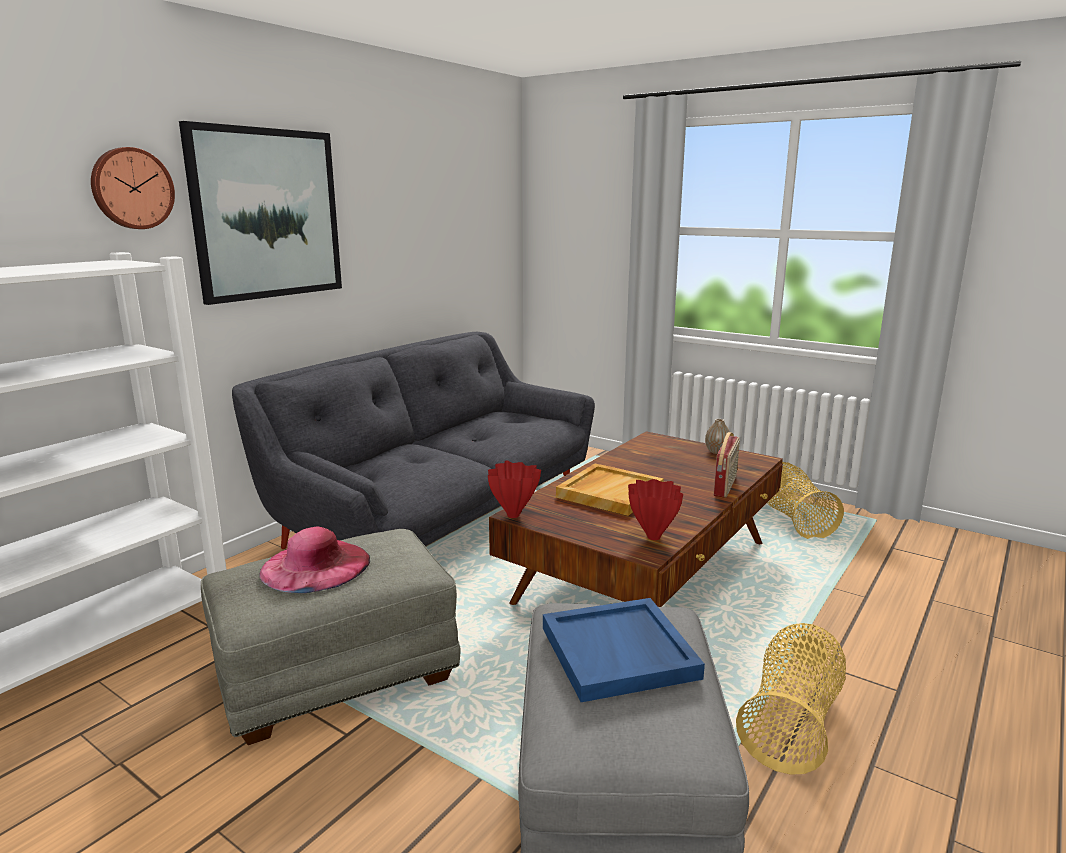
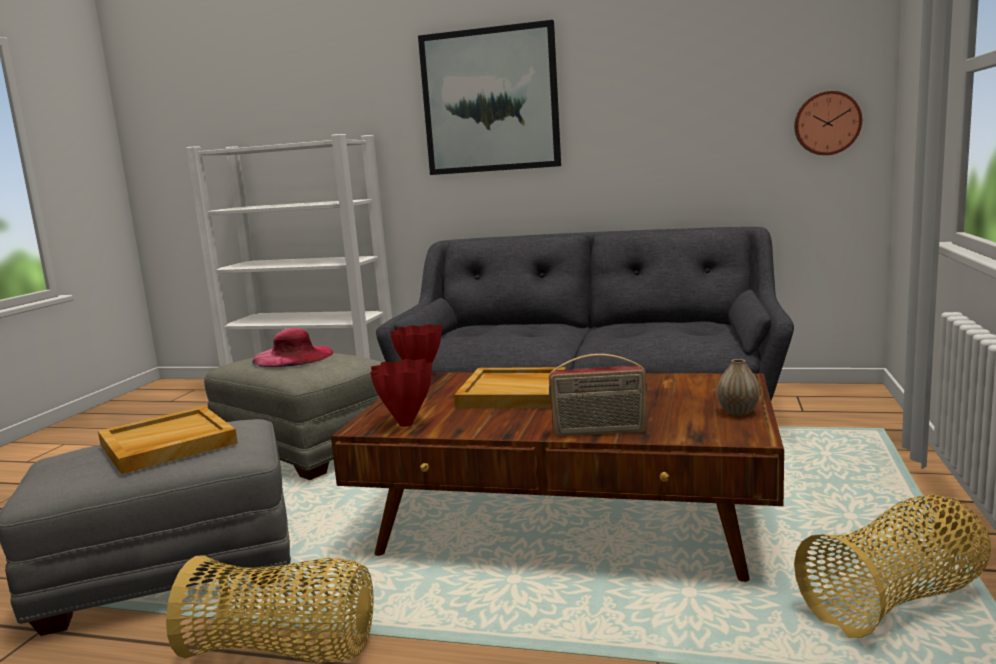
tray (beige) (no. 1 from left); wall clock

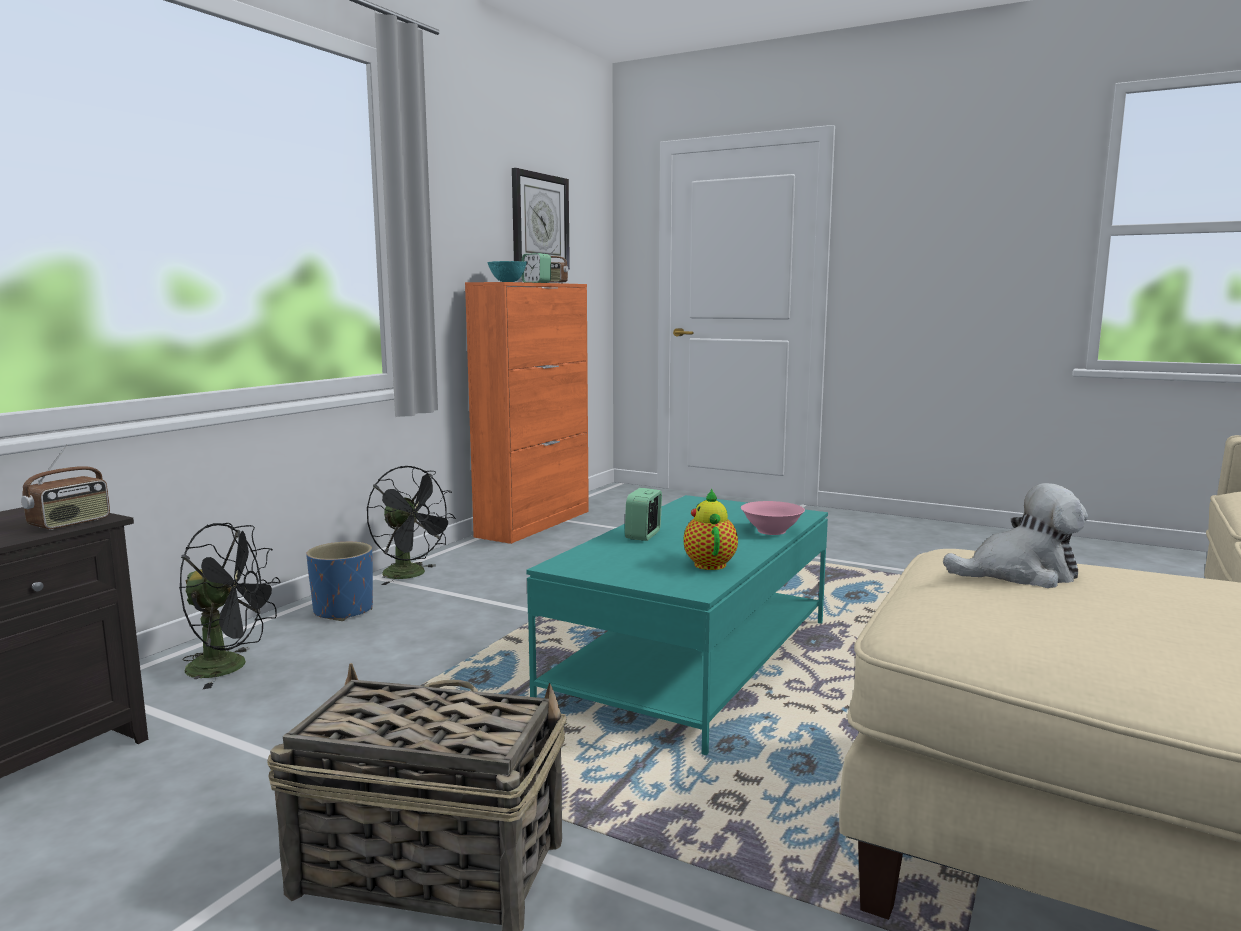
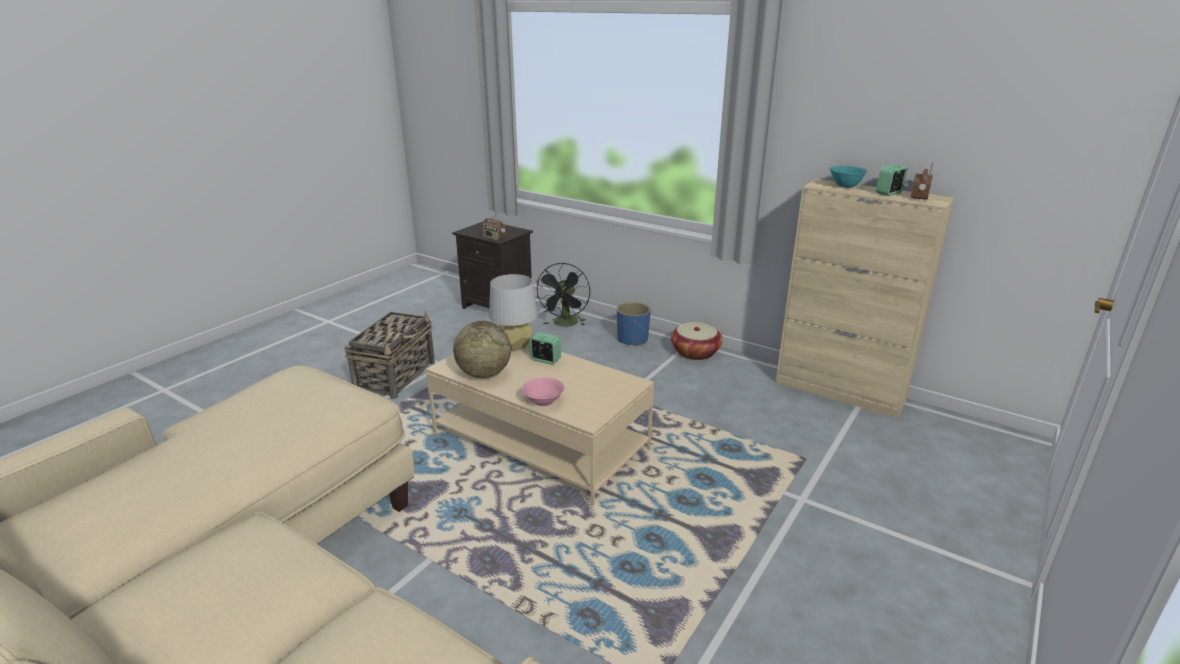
coffee table (beige); globe; table lamp (grey); basket (no. 2 from left); cabinet (beige); wall clock; plush toy

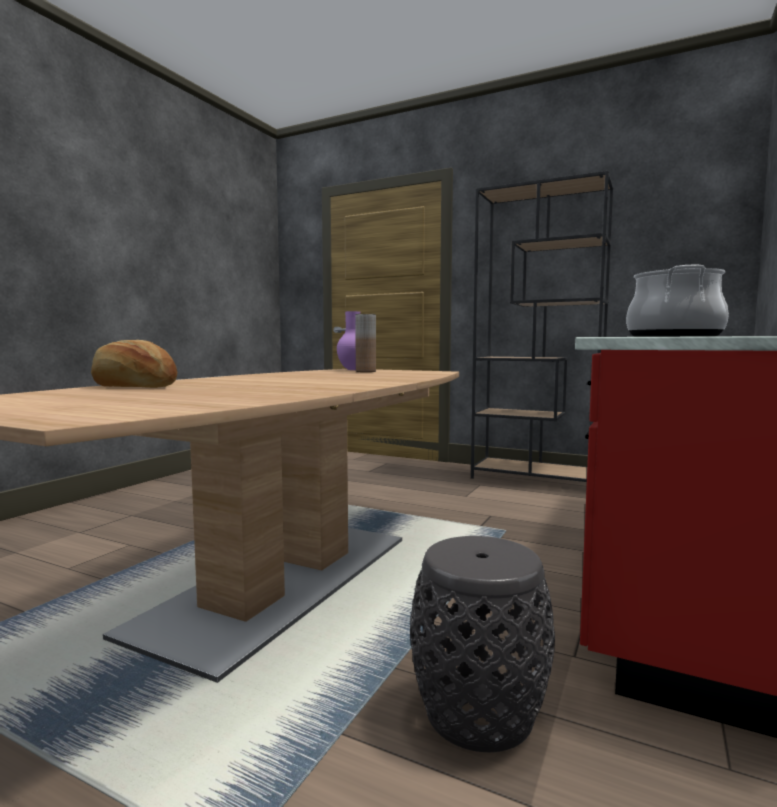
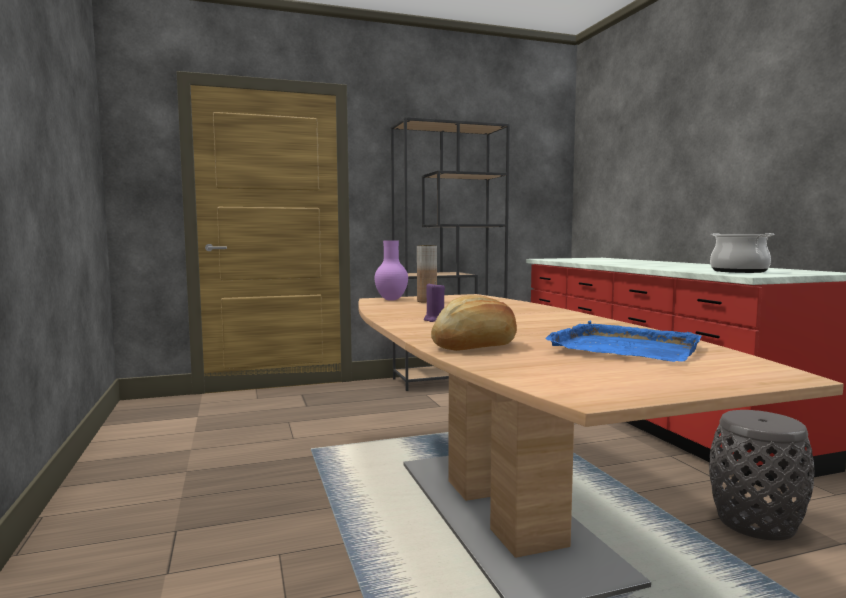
candle (purple); tray (blue)

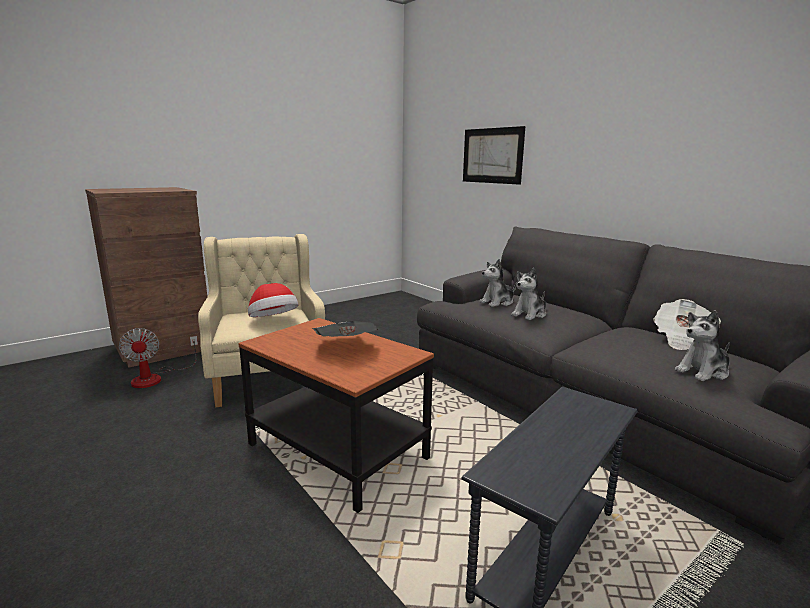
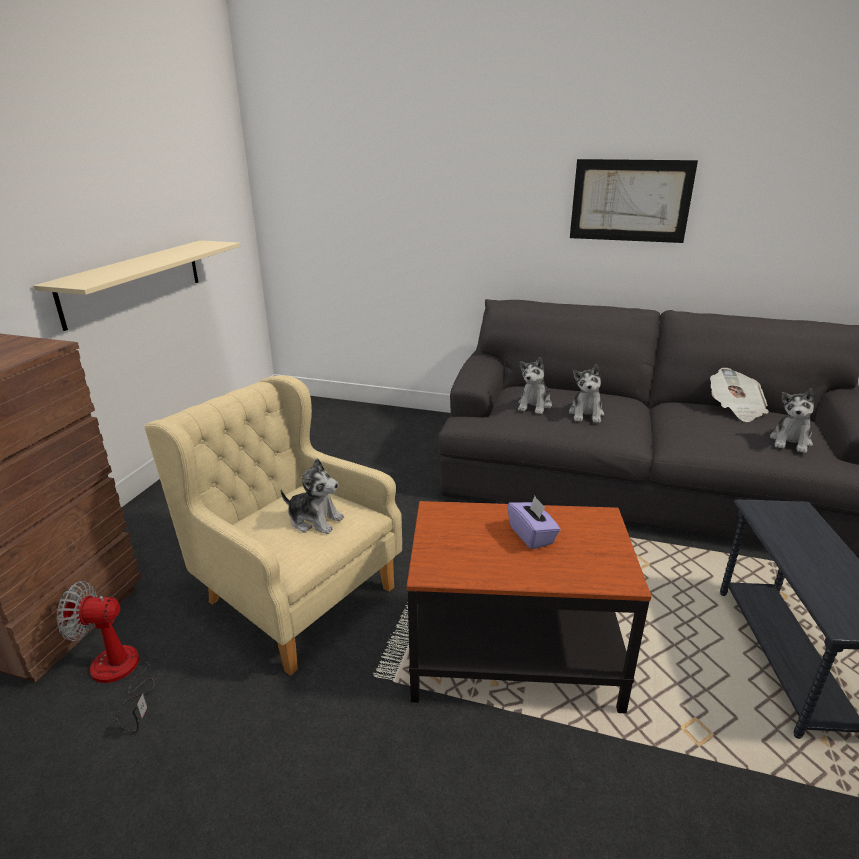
shelf (beige); fan; plush toy (no. 1 from left); tissue box (purple); picture

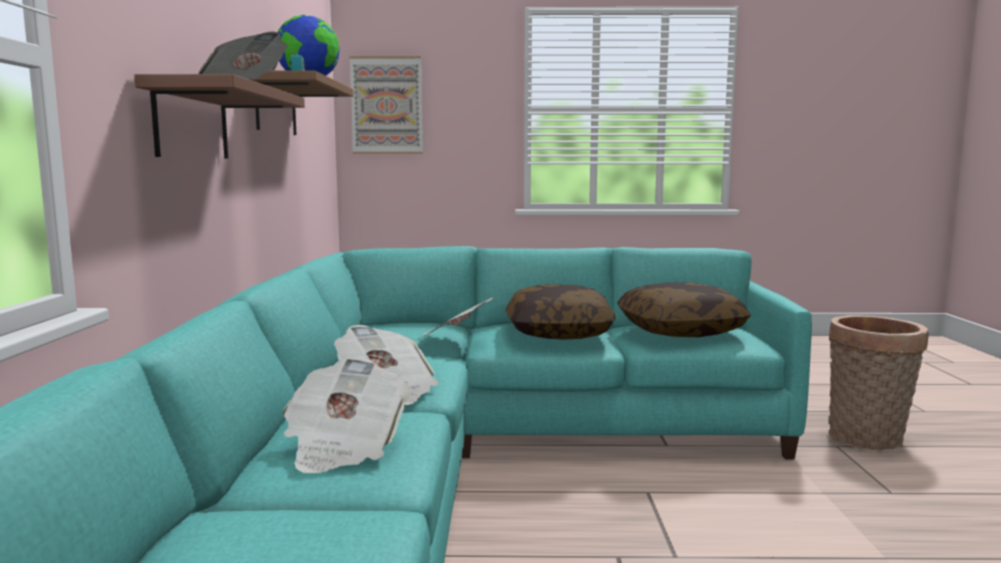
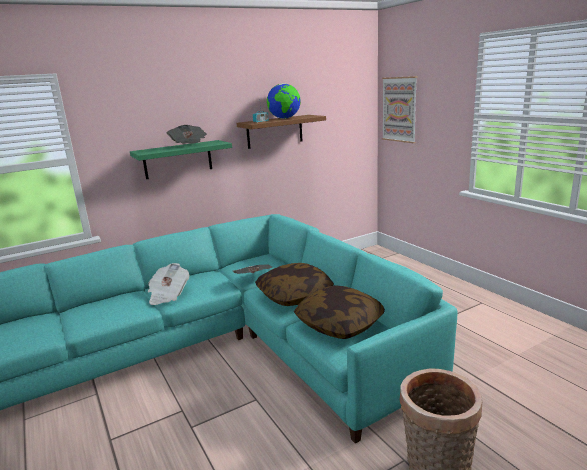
shelf (green); newspaper (no. 2 from left in the first image)

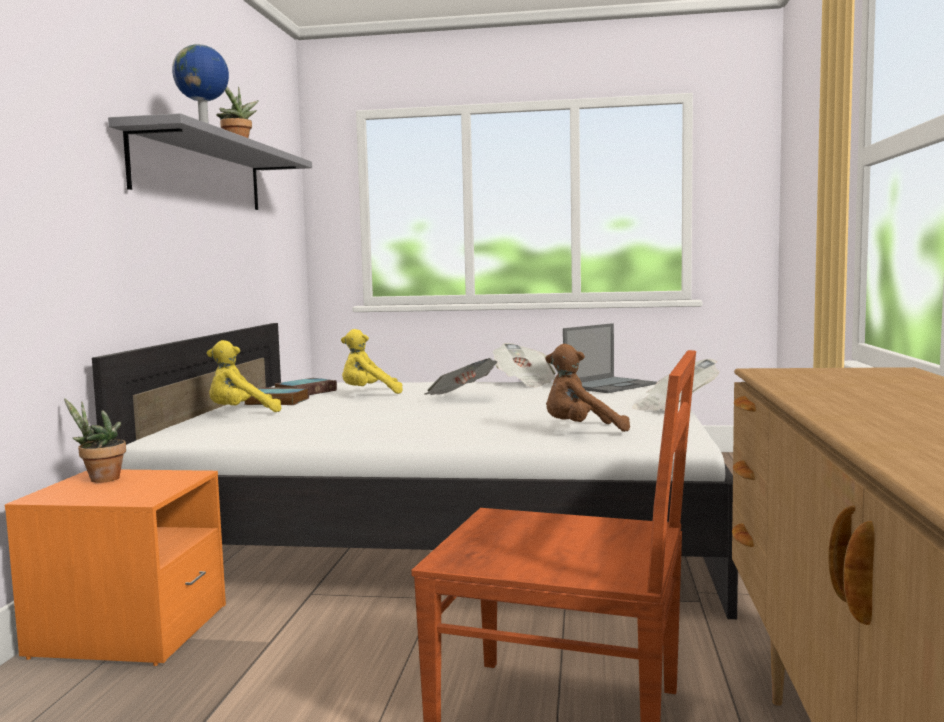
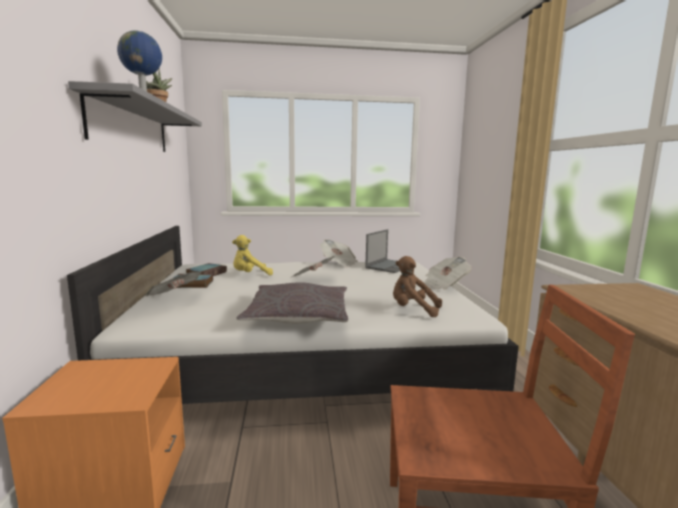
newspaper (no. 1 from left); pillow (grey); plush toy (brown); potted plant (no. 1 from left in the first image)

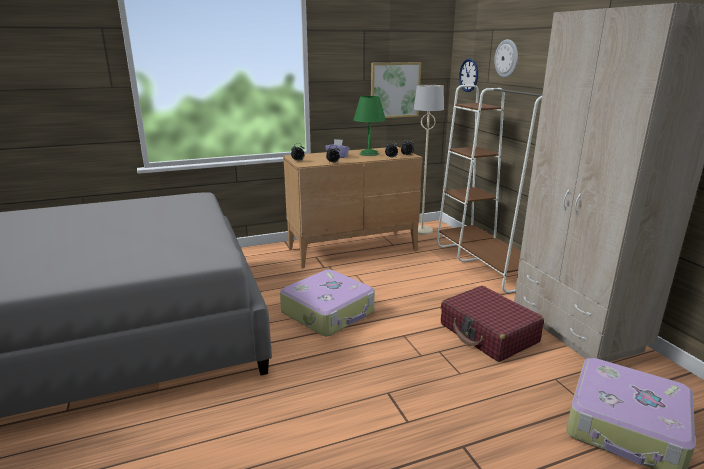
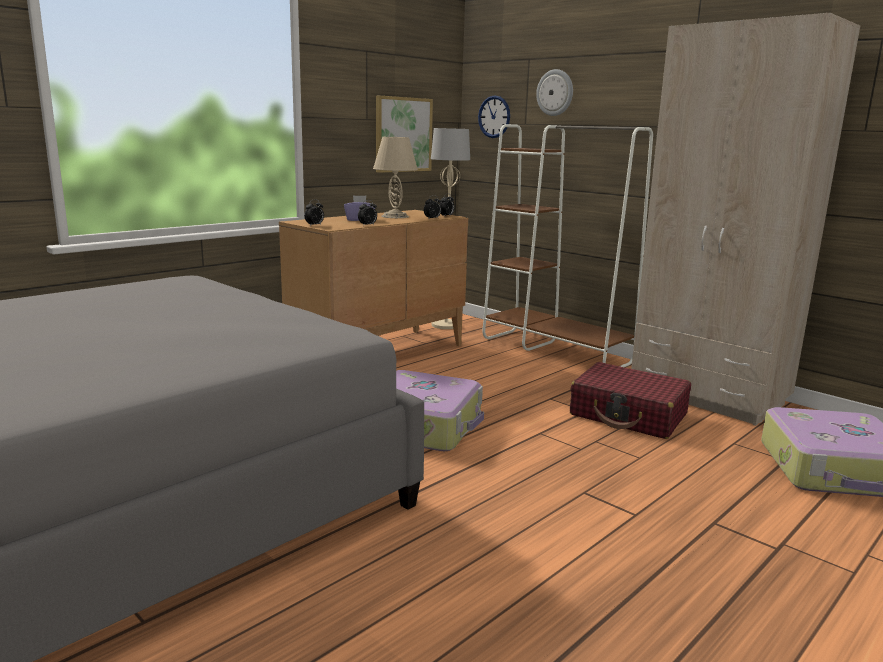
table lamp (beige)

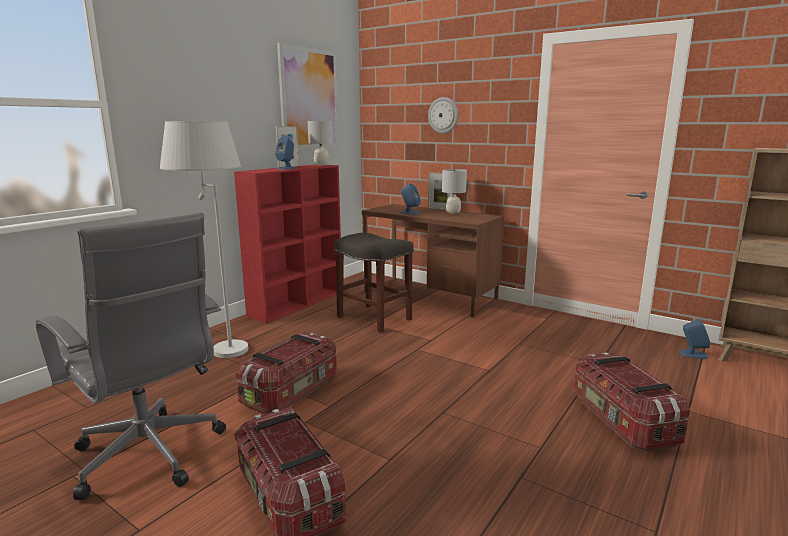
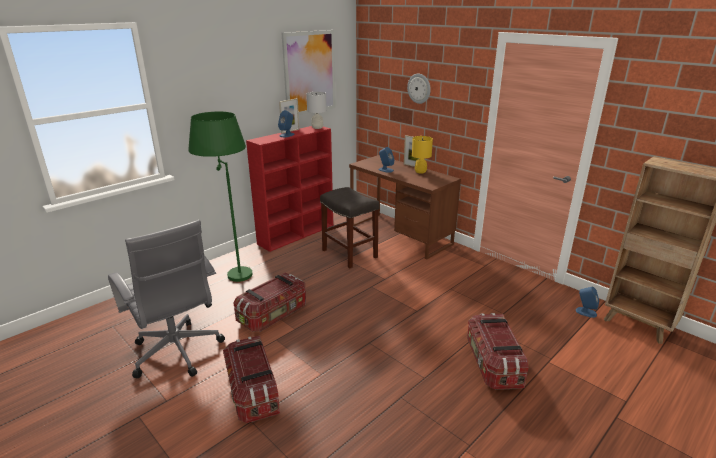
floor lamp (green); table lamp (yellow)

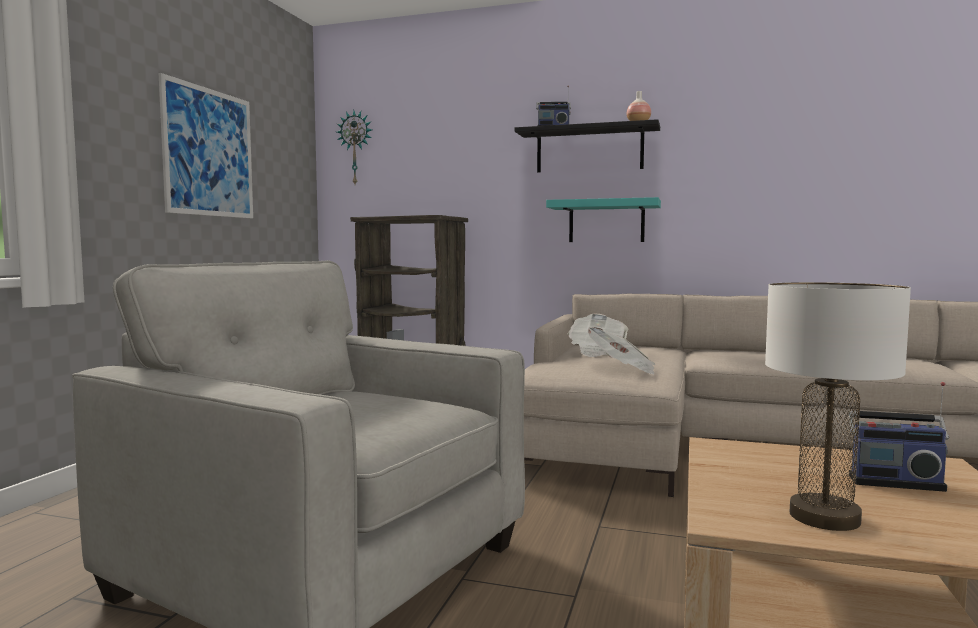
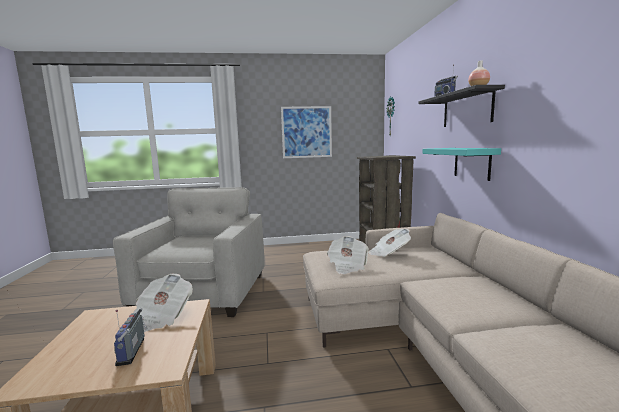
newspaper (no. 1 from left); table lamp

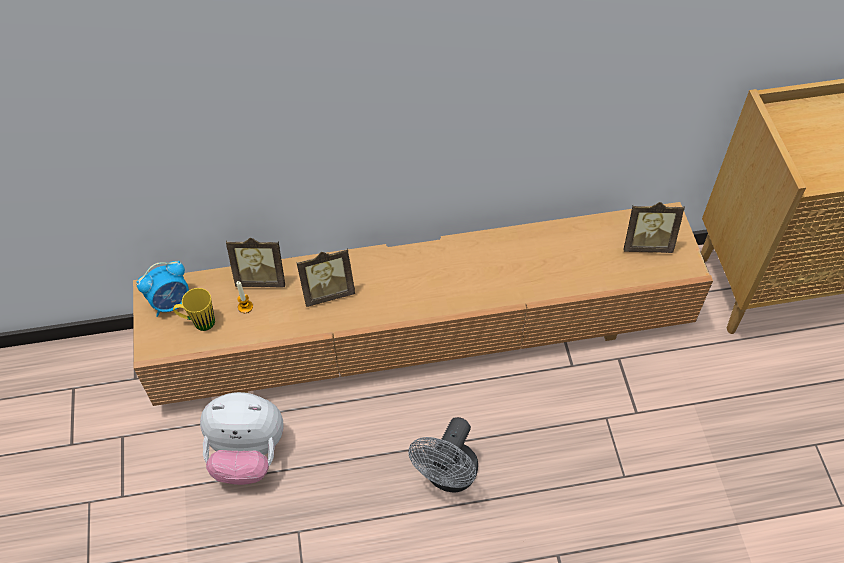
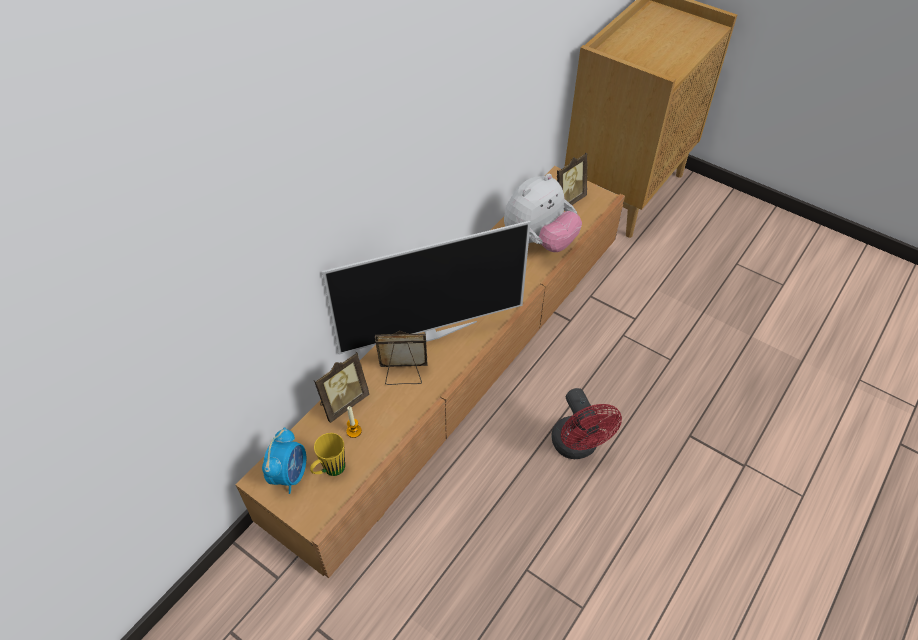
television; picture frame (no. 2 from left); plush toy; fan (red)

